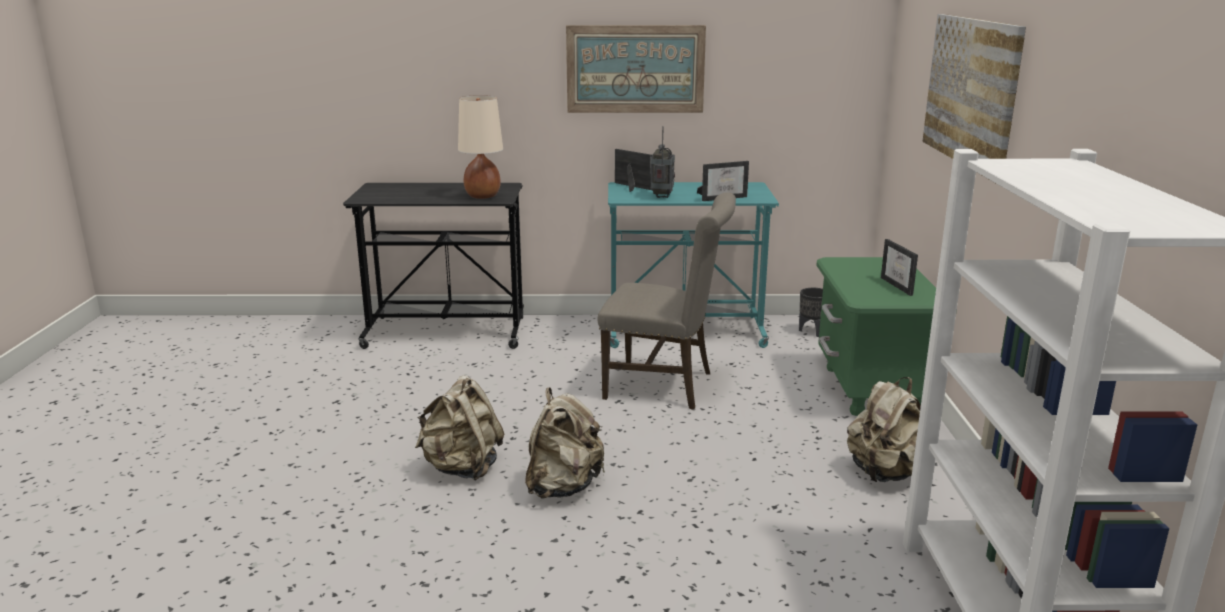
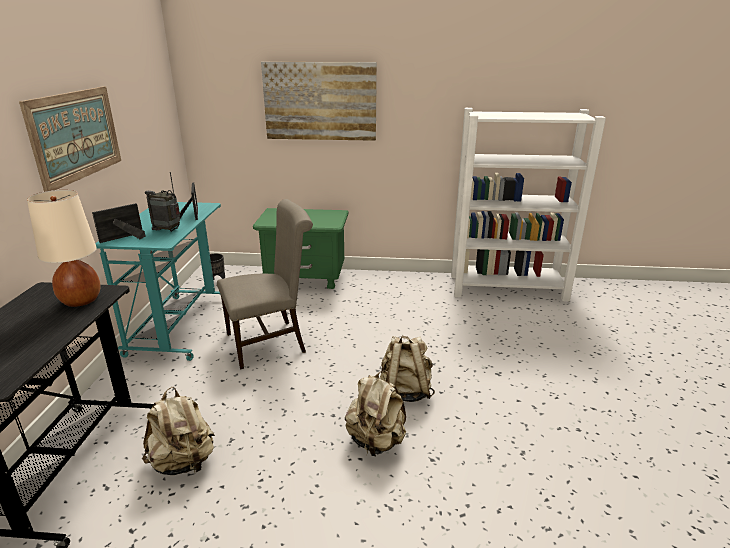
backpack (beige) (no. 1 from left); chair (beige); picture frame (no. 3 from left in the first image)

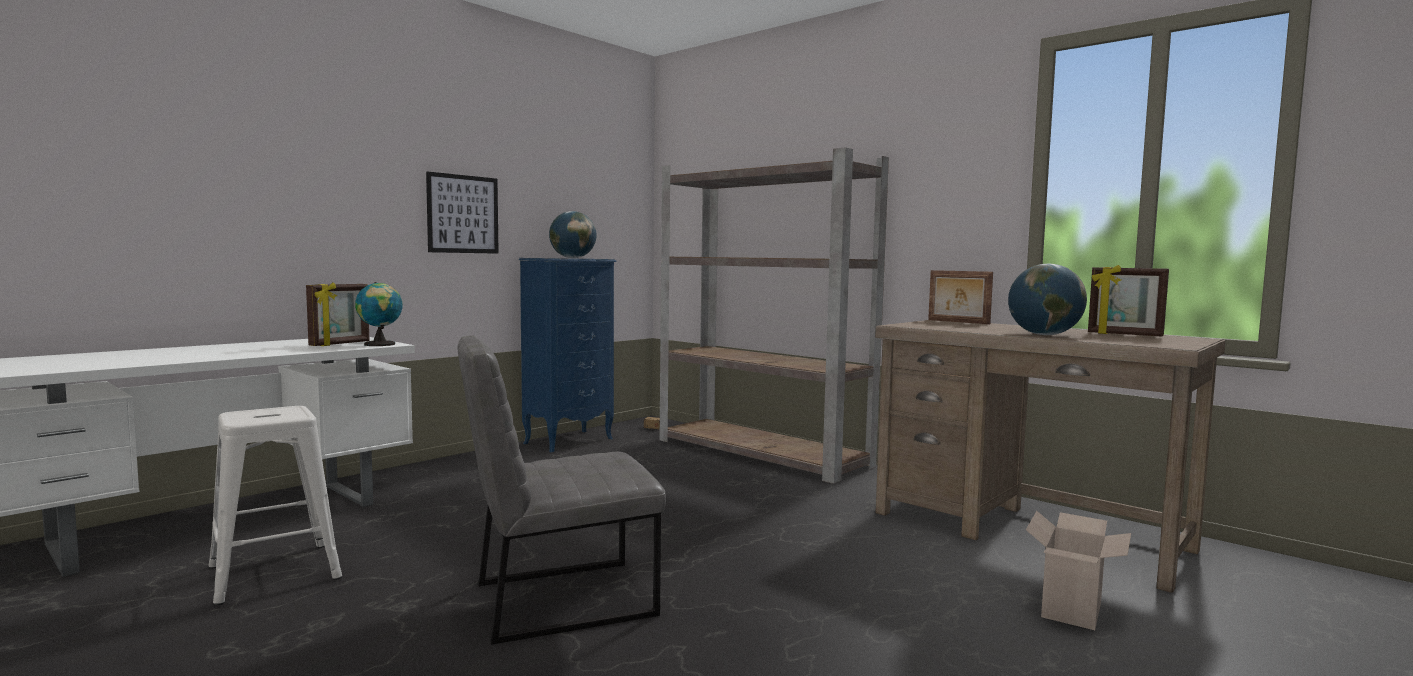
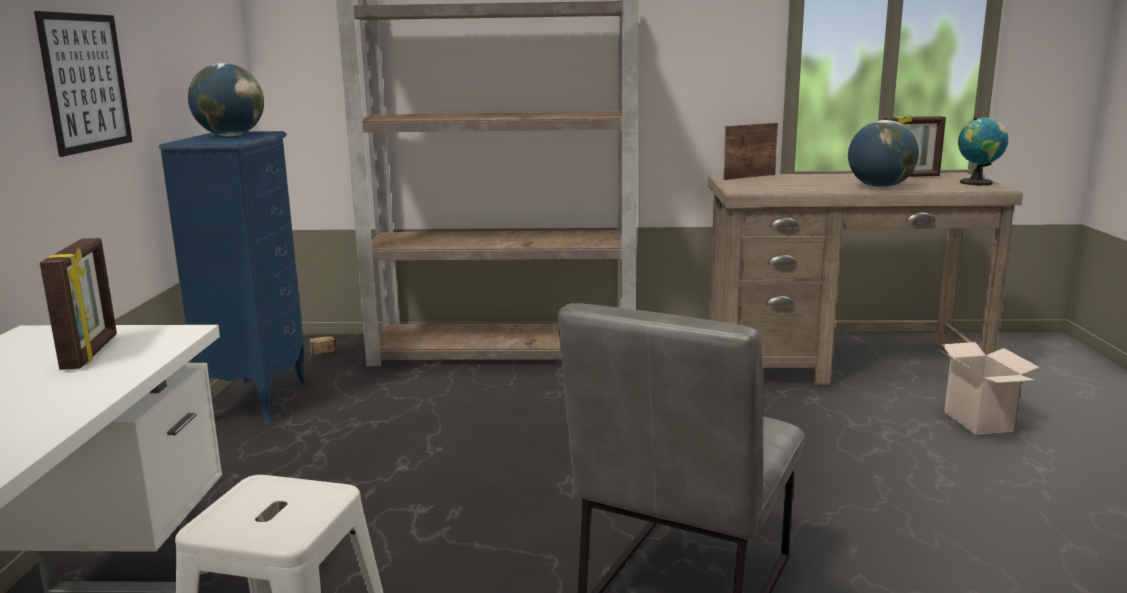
picture frame (no. 2 from left); globe (no. 3 from left)

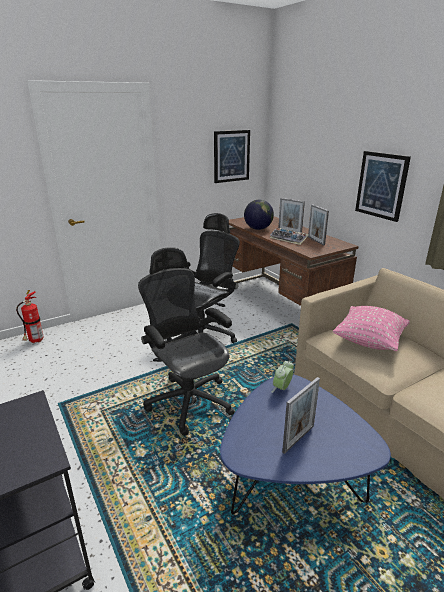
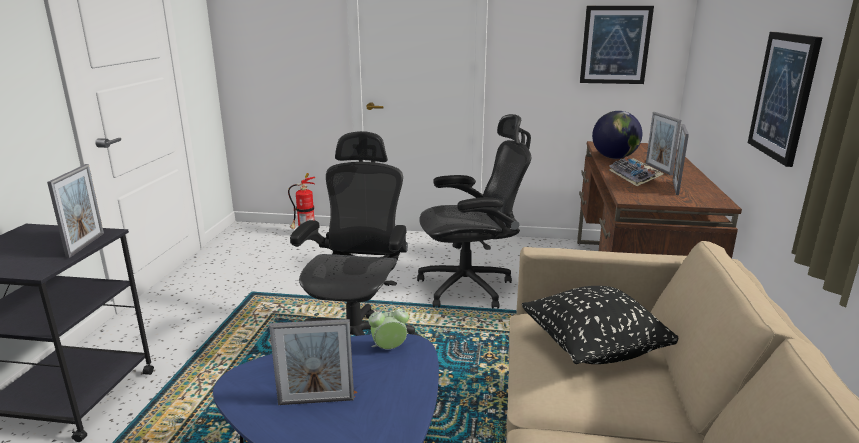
picture frame (no. 1 from left); pillow (black)

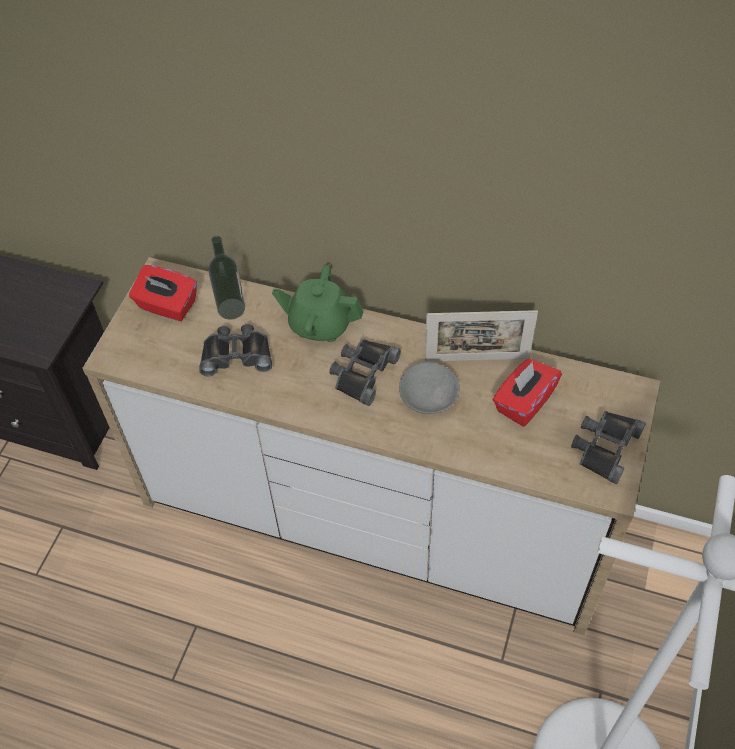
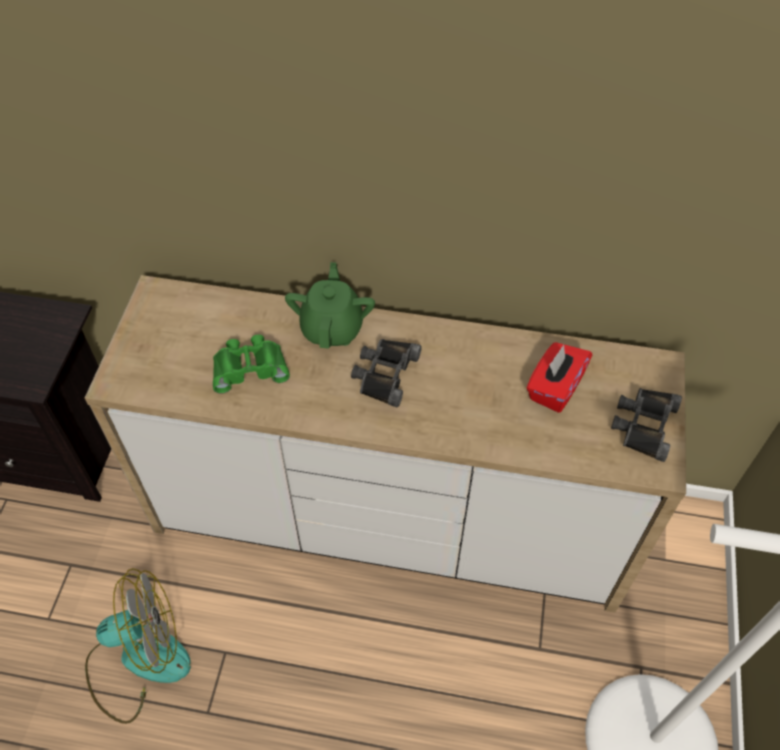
fan; binoculars (green); teapot (green); tissue box (red) (no. 1 from left in the first image); bottle; bowl (grey); picture frame

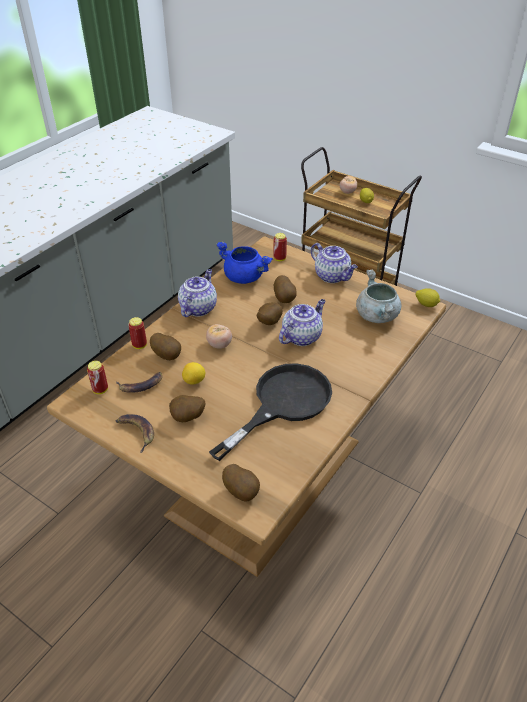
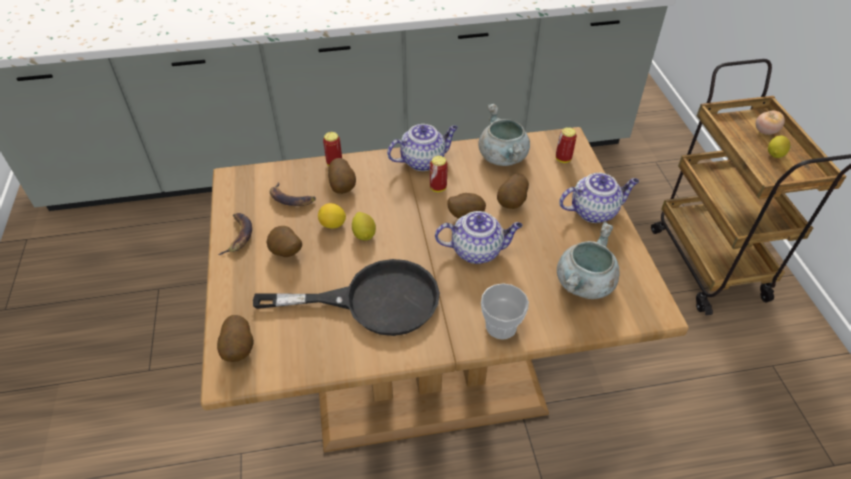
lemon (no. 2 from left); can (no. 2 from left); cooking pot (grey) (no. 1 from left); cup; teapot (no. 3 from left); tomato (no. 1 from left in the first image)

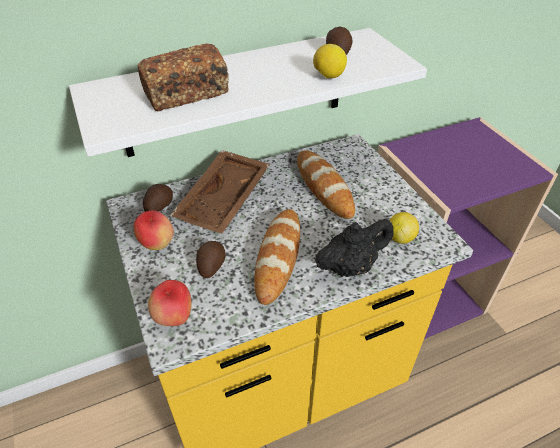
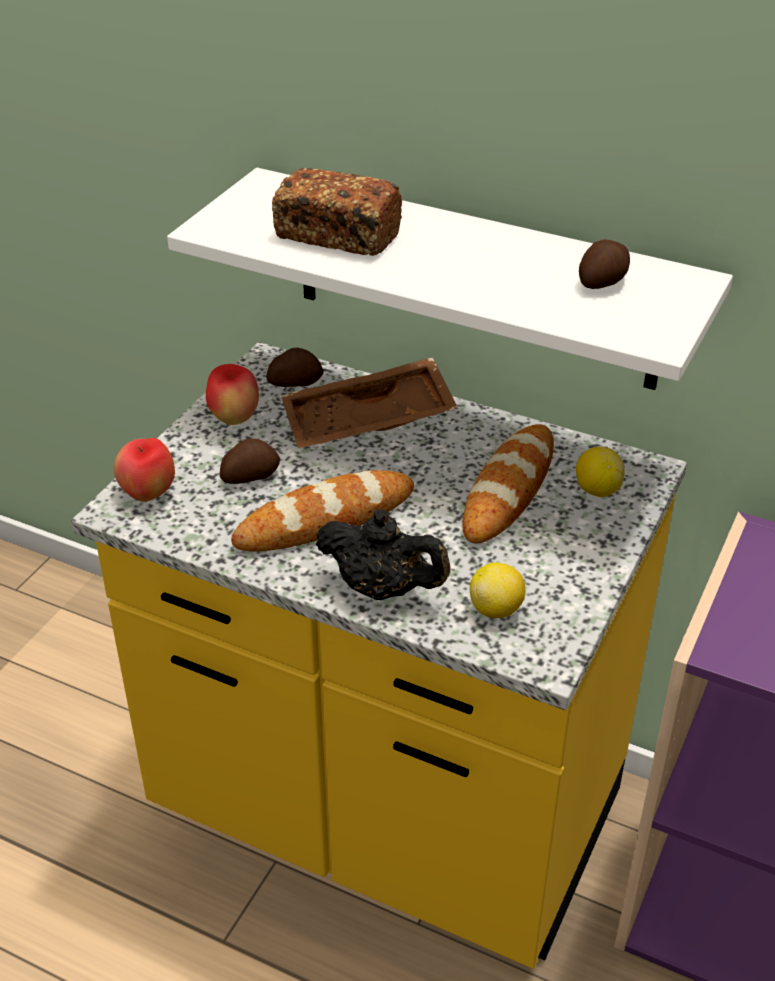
lemon (no. 2 from left)

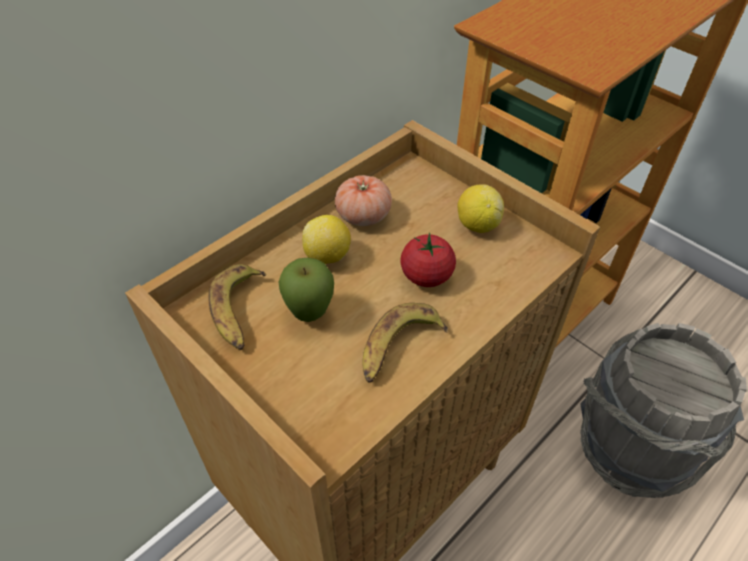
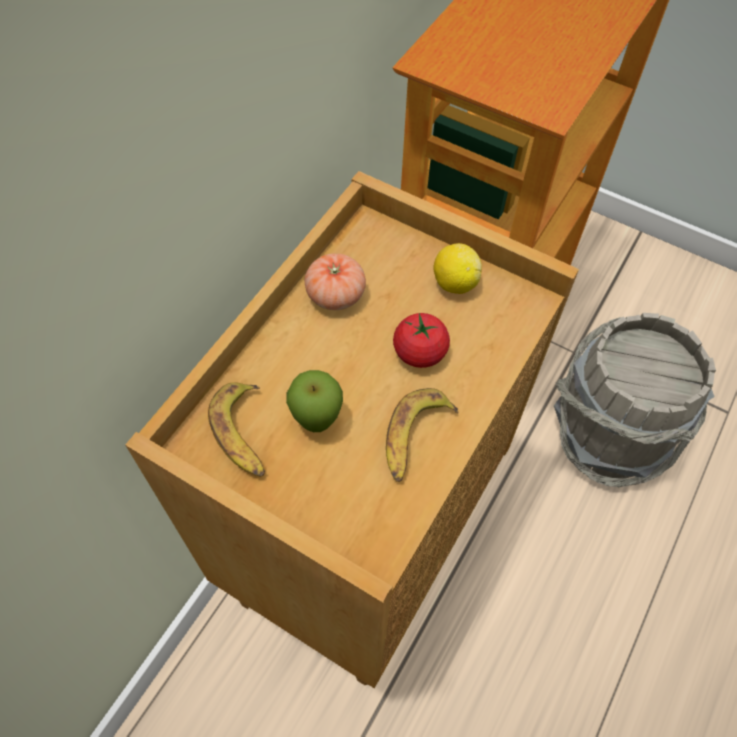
lemon (no. 1 from left in the first image)

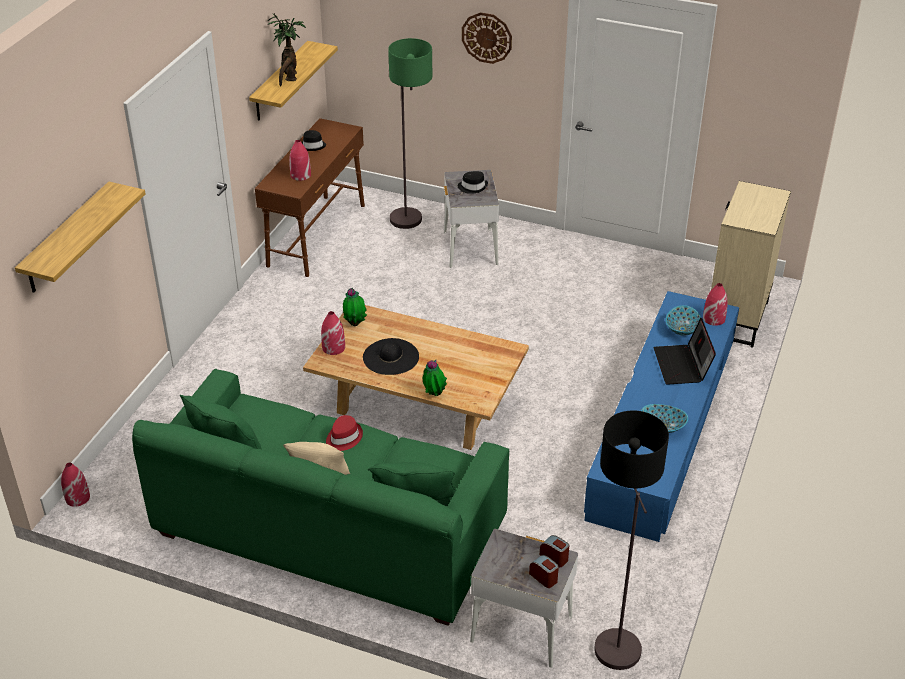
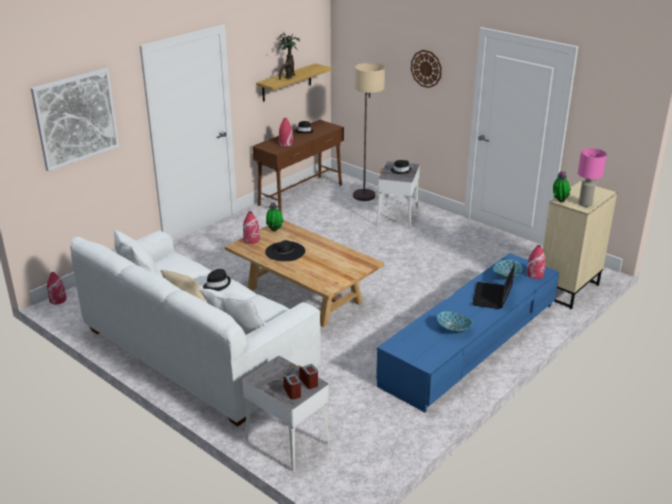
picture; sofa (white); hat (black) (no. 1 from left); floor lamp (beige); potted plant (no. 3 from left); table lamp (pink); floor lamp (black)

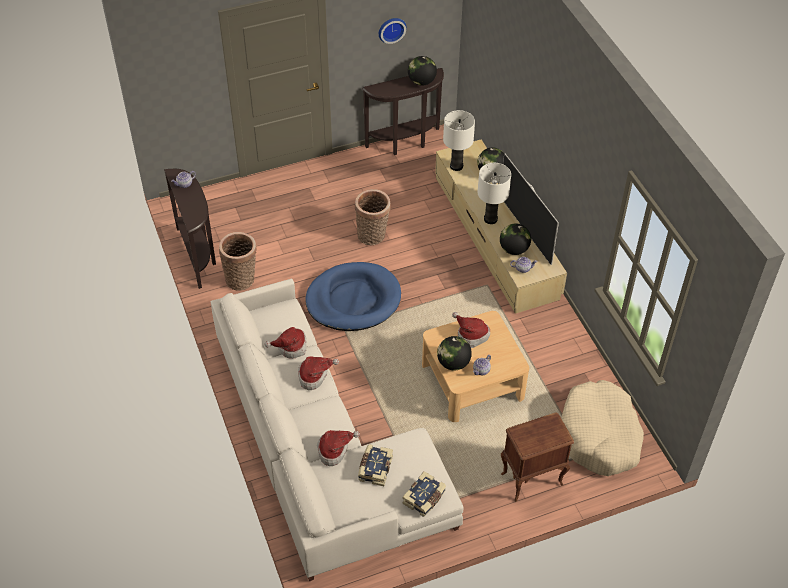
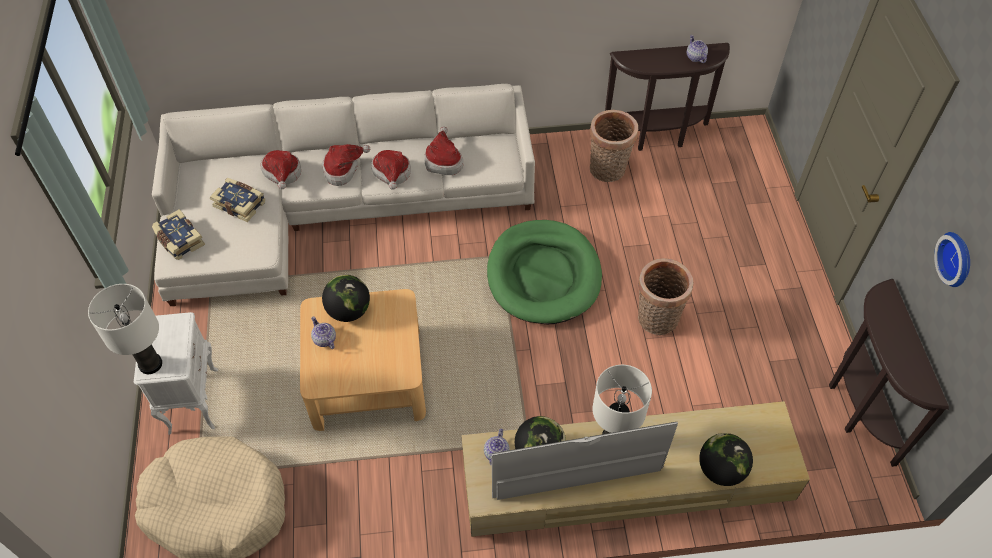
table lamp (white) (no. 1 from left); nightstand (white); hat (no. 2 from left); dog bed (green); globe (no. 1 from left in the first image)

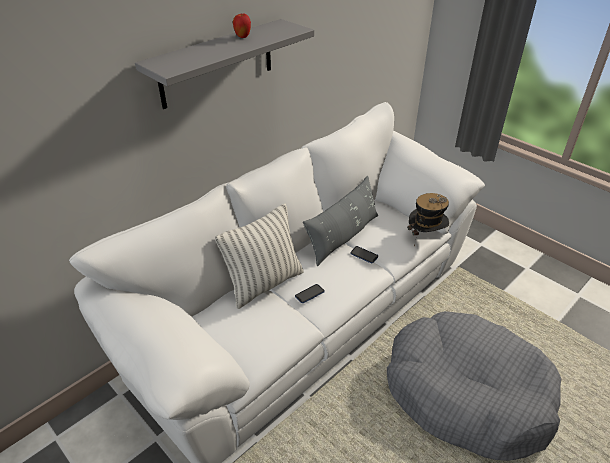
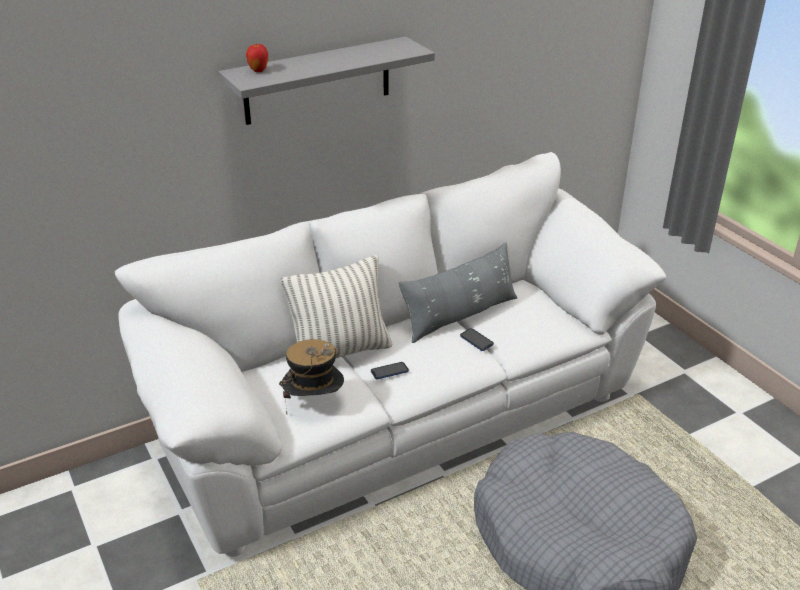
apple; hat

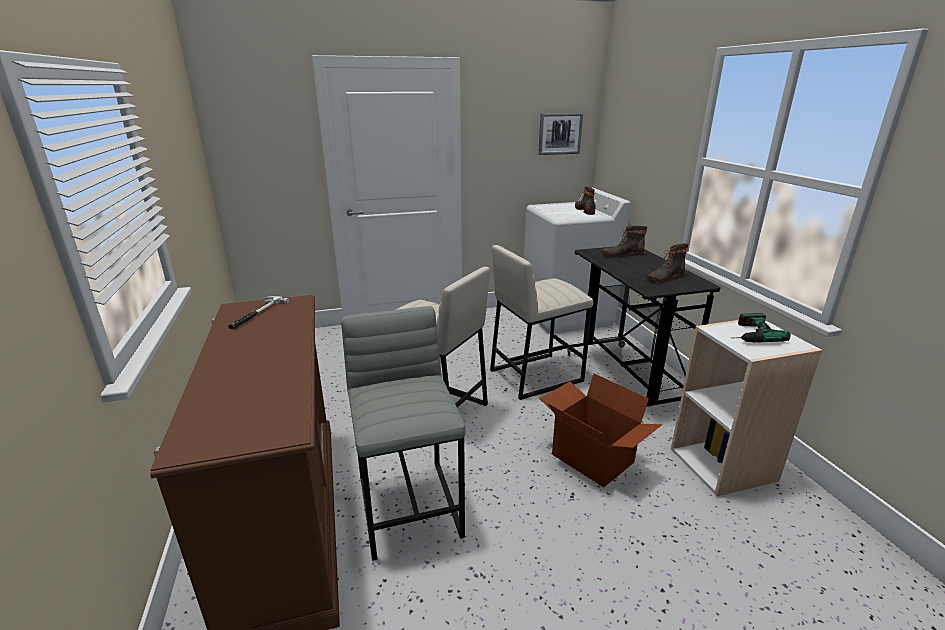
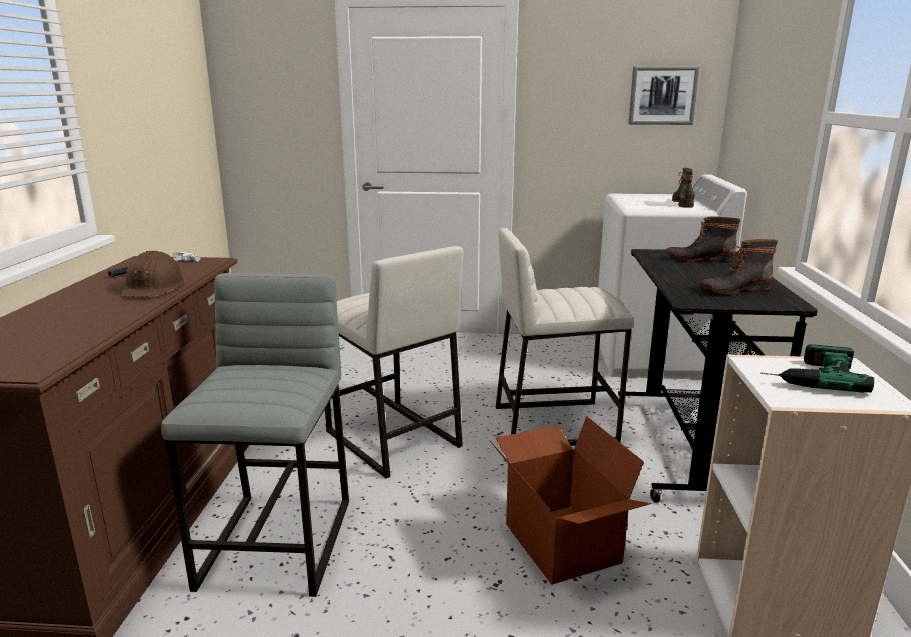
hard hat (brown)

